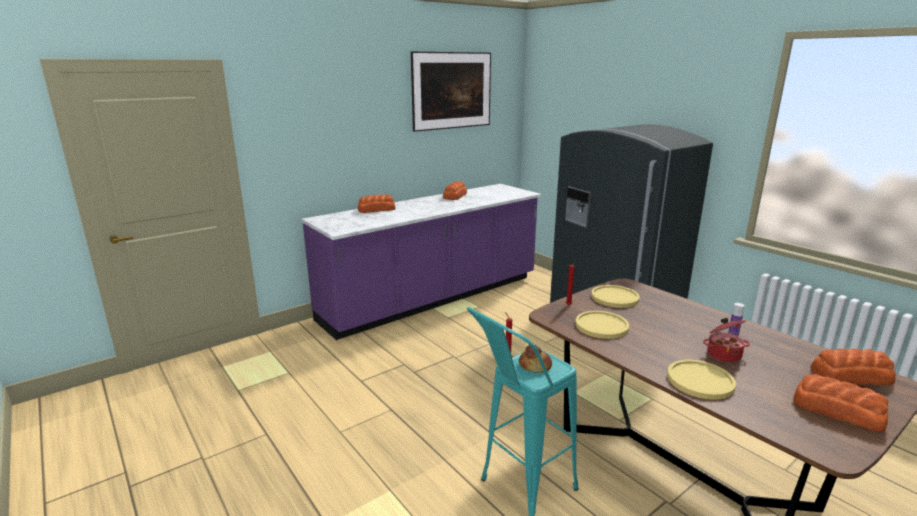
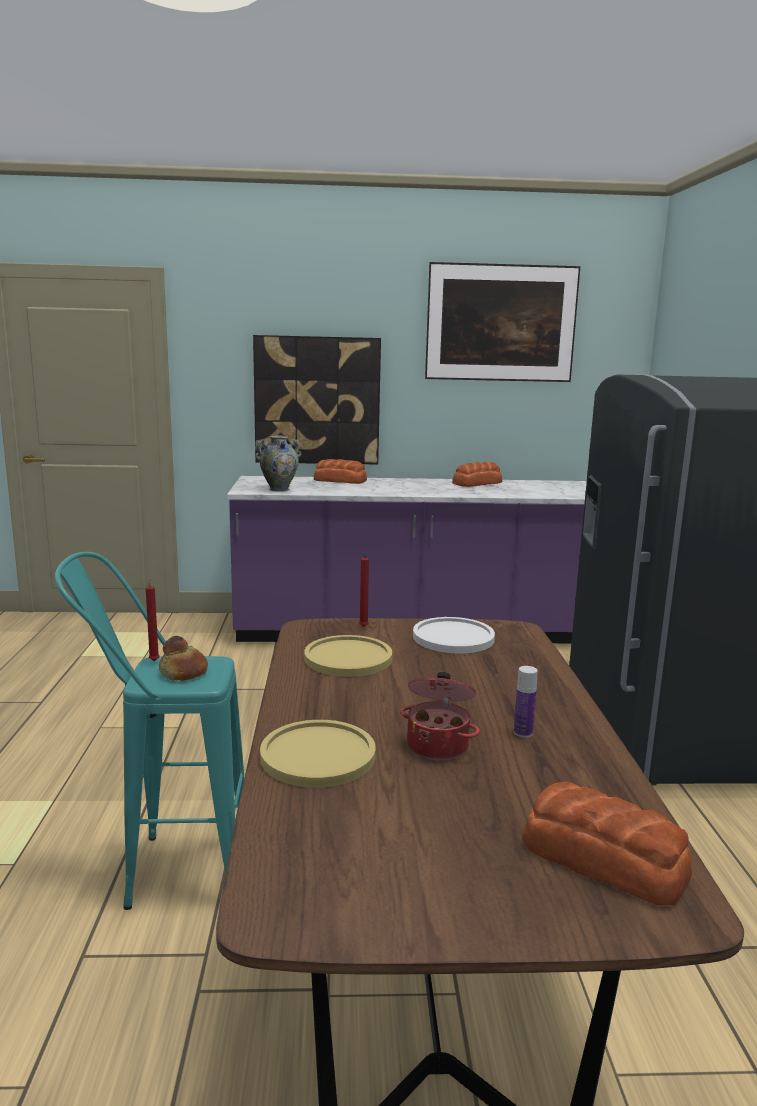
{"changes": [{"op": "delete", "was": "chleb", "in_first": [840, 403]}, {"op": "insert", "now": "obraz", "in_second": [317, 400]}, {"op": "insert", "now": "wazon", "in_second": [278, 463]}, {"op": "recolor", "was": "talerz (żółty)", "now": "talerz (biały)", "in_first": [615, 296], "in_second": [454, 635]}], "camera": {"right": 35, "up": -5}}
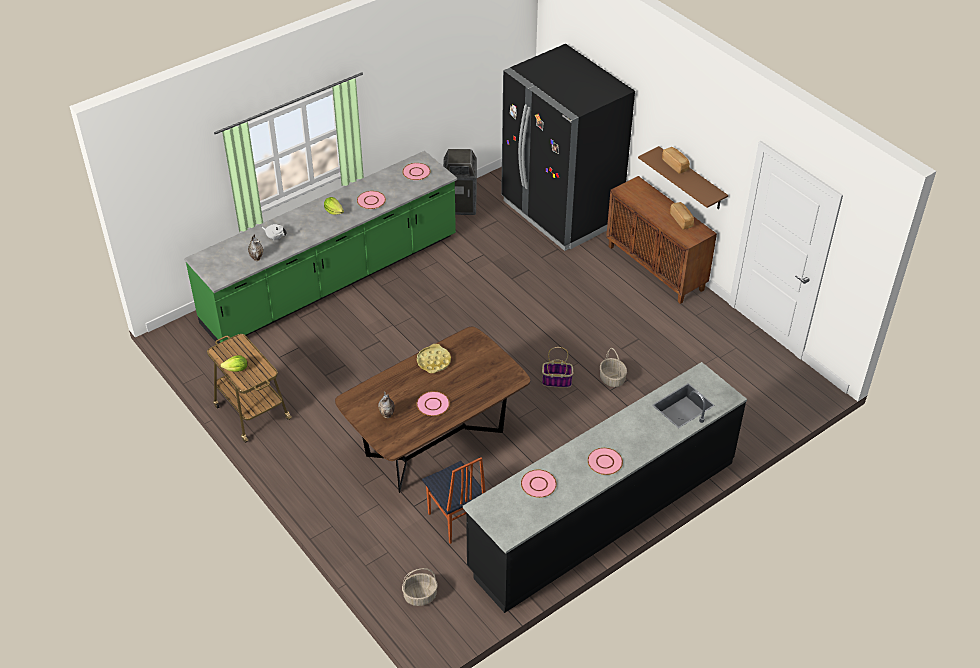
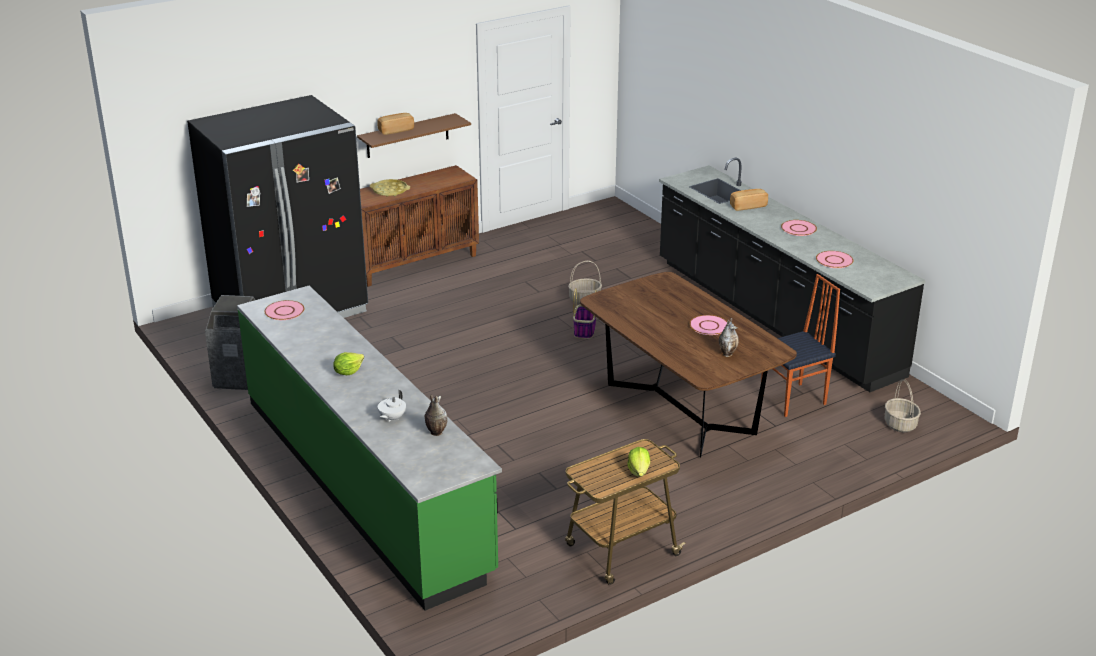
{"changes": [{"op": "delete", "was": "talerz (różowy)", "in_first": [371, 200]}, {"op": "move", "was": "taca (żółty)", "in_first": [434, 358], "in_second": [390, 187]}, {"op": "move", "was": "chleb", "in_first": [682, 216], "in_second": [749, 200]}], "camera": {"right": -85, "up": -15}}
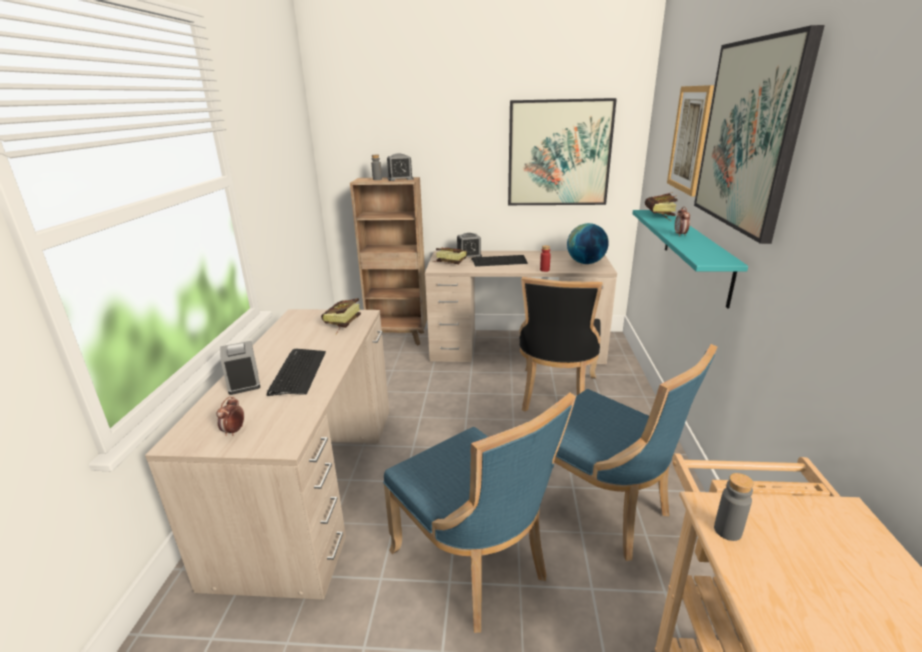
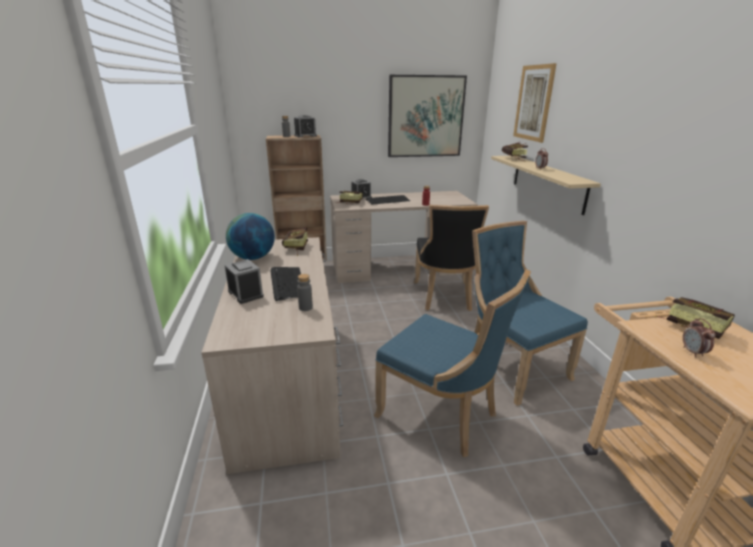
{"changes": [{"op": "delete", "was": "obraz", "in_first": [759, 134]}, {"op": "insert", "now": "książka", "in_second": [695, 318]}, {"op": "move", "was": "budzik", "in_first": [230, 416], "in_second": [699, 337]}, {"op": "move", "was": "globus", "in_first": [588, 243], "in_second": [250, 236]}, {"op": "move", "was": "butelka (szary)", "in_first": [734, 507], "in_second": [305, 292]}, {"op": "recolor", "was": "półka (turkusowy)", "now": "półka (beżowy)", "in_first": [690, 259], "in_second": [546, 185]}, {"op": "rotate", "was": "krzesło (niebieski)", "in_first": [635, 452], "in_second": [530, 313], "clockwise": -150}], "camera": {"right": -15, "up": 0}}
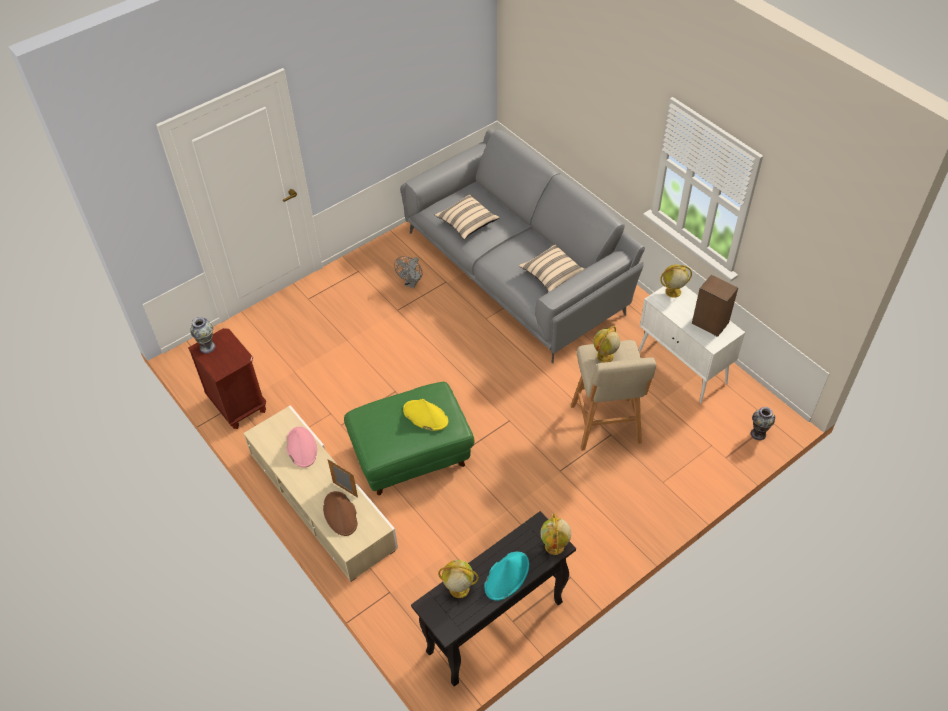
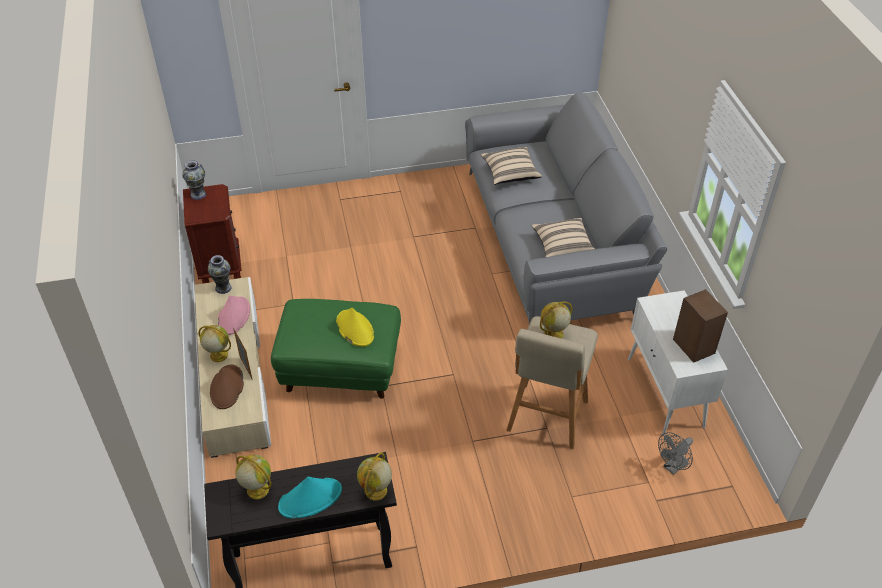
{"changes": [{"op": "move", "was": "wentylator (szary)", "in_first": [408, 272], "in_second": [675, 453]}, {"op": "move", "was": "globus", "in_first": [676, 281], "in_second": [214, 343]}, {"op": "move", "was": "wazon", "in_first": [763, 423], "in_second": [220, 274]}], "camera": {"right": 25, "up": -5}}
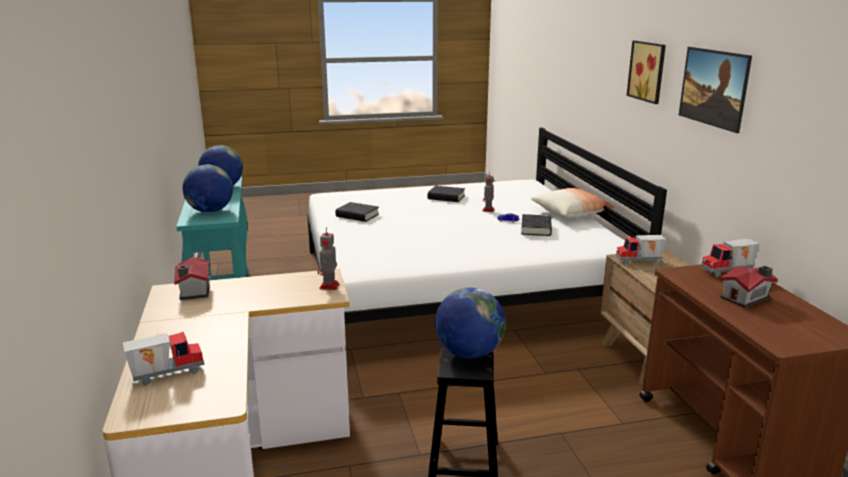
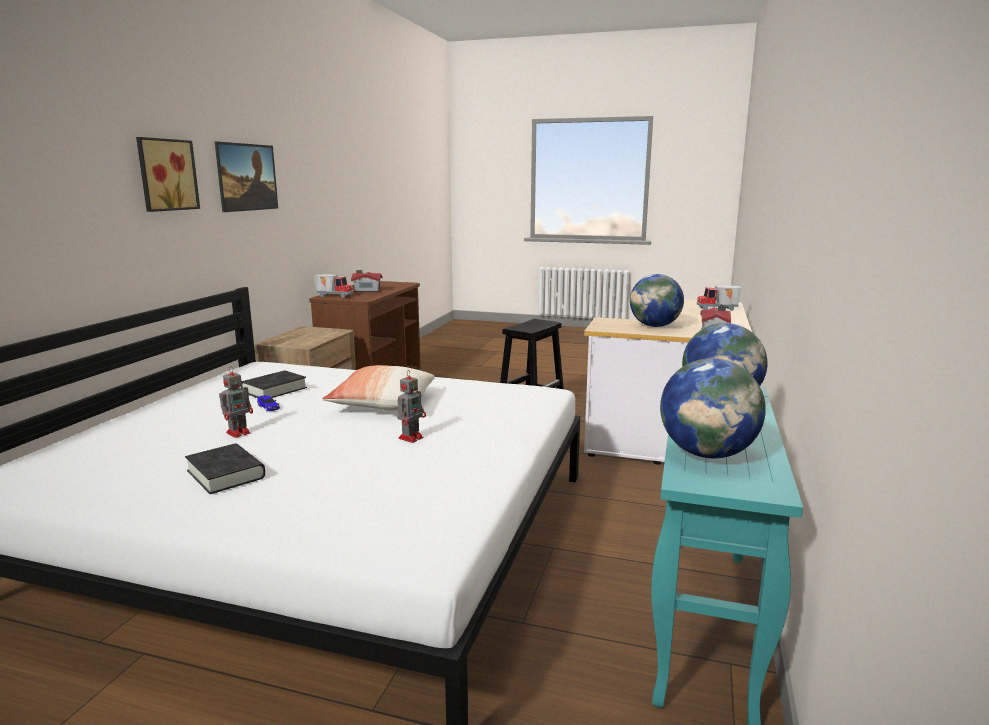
{"changes": [{"op": "delete", "was": "książka (czarny)", "in_first": [357, 212]}, {"op": "delete", "was": "ciężarówka zabawkowa", "in_first": [641, 249]}, {"op": "move", "was": "robot zabawkowy", "in_first": [328, 258], "in_second": [411, 407]}, {"op": "move", "was": "globus", "in_first": [470, 323], "in_second": [657, 300]}, {"op": "move", "was": "poduszka", "in_first": [573, 203], "in_second": [378, 387]}], "camera": {"right": -150, "up": -5}}
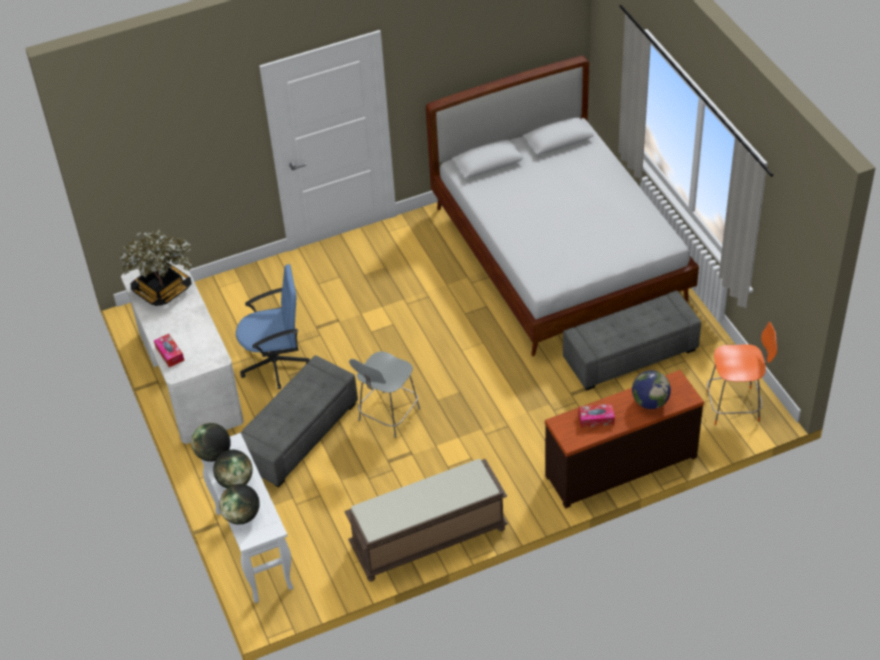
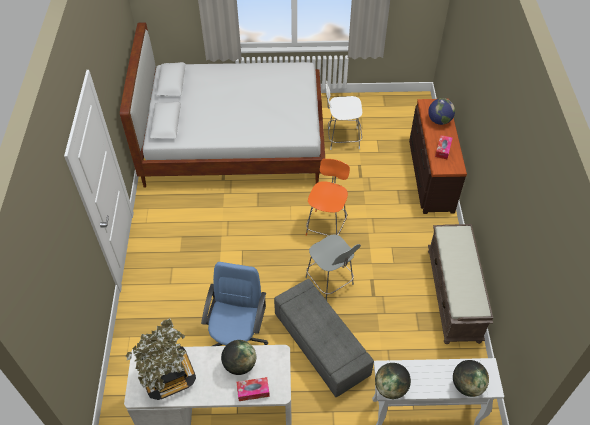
{"changes": [{"op": "move", "was": "globus", "in_first": [233, 469], "in_second": [238, 357]}, {"op": "move", "was": "krzesło (pomarańczowy)", "in_first": [742, 373], "in_second": [328, 197]}, {"op": "replace", "was": "pufa (szary)", "now": "krzesło (biały)", "in_first": [632, 340], "in_second": [344, 115]}], "camera": {"right": -70, "up": 5}}
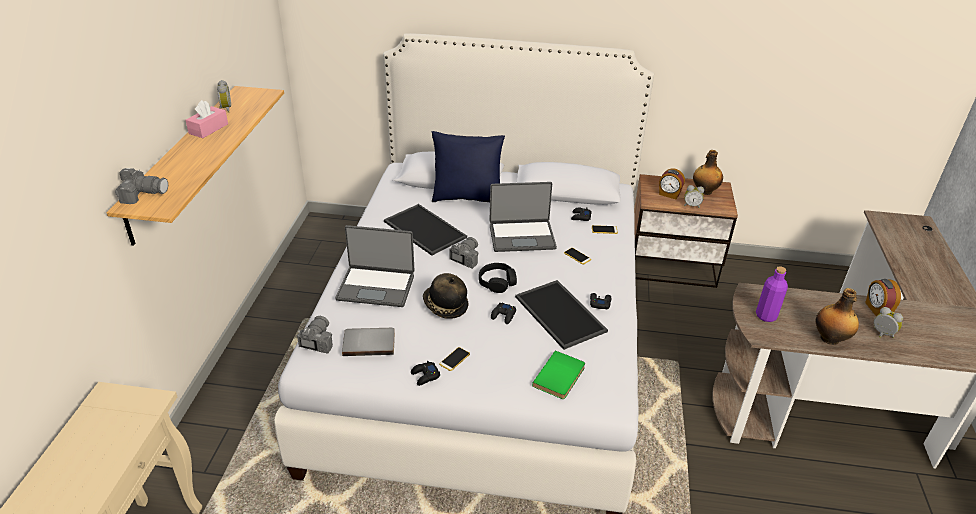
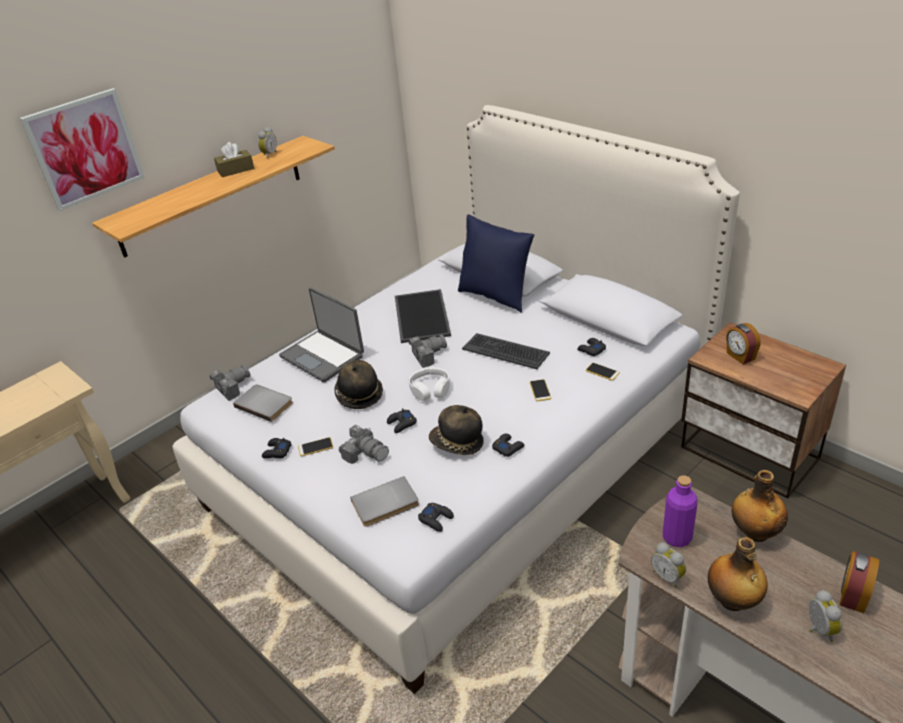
{"changes": [{"op": "insert", "now": "obraz", "in_second": [82, 149]}, {"op": "insert", "now": "pad do gier (czarny)", "in_second": [436, 517]}, {"op": "move", "was": "aparat fotograficzny", "in_first": [141, 186], "in_second": [364, 444]}, {"op": "move", "was": "budzik", "in_first": [694, 197], "in_second": [668, 565]}, {"op": "move", "was": "butelka", "in_first": [708, 172], "in_second": [760, 506]}, {"op": "replace", "was": "laptop", "now": "klawiatura", "in_first": [523, 217], "in_second": [506, 351]}, {"op": "replace", "was": "taca", "now": "kapelusz", "in_first": [561, 315], "in_second": [456, 430]}, {"op": "recolor", "was": "pudełko chusteczek (różowy)", "now": "pudełko chusteczek (brązowy)", "in_first": [206, 119], "in_second": [234, 159]}, {"op": "recolor", "was": "słuchawki (czarny)", "now": "słuchawki (biały)", "in_first": [498, 278], "in_second": [429, 384]}, {"op": "recolor", "was": "książka (zielony)", "now": "książka (szary)", "in_first": [558, 375], "in_second": [384, 501]}], "camera": {"right": 40, "up": 0}}
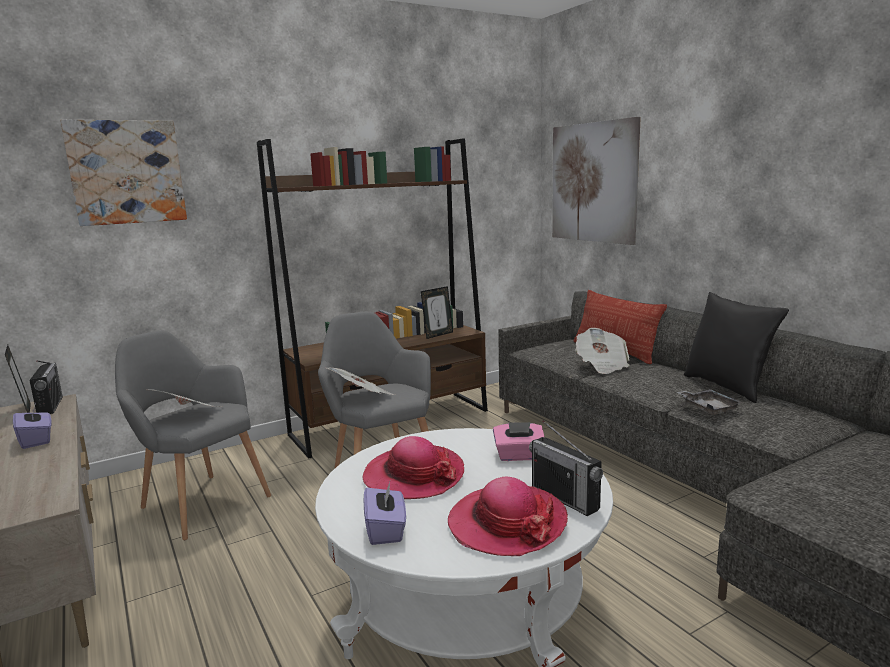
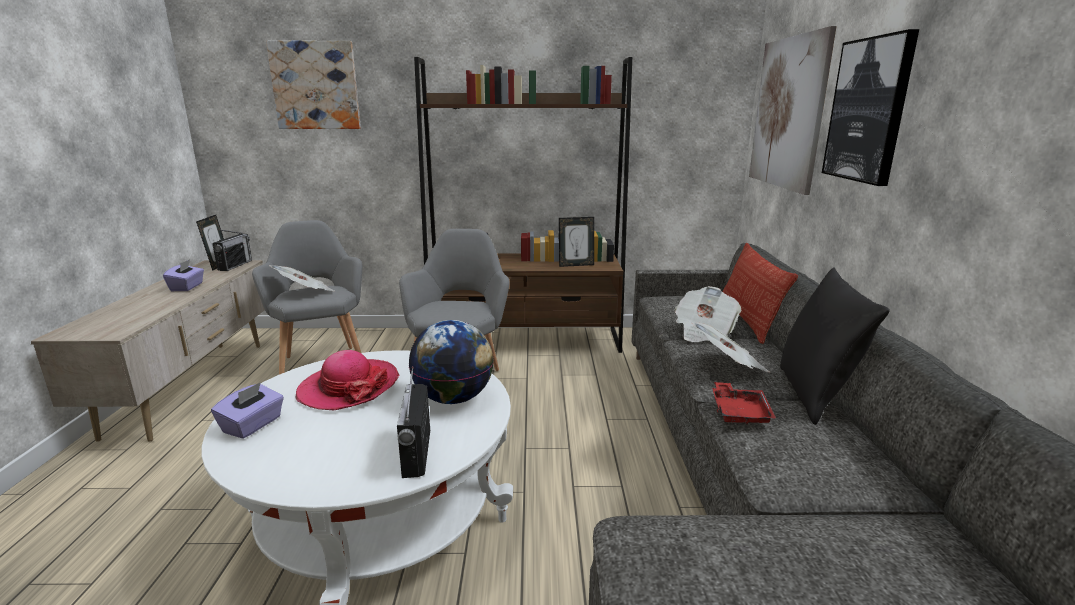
{"changes": [{"op": "delete", "was": "kapelusz", "in_first": [508, 516]}, {"op": "insert", "now": "obraz", "in_second": [870, 107]}, {"op": "move", "was": "gazeta", "in_first": [361, 381], "in_second": [731, 347]}, {"op": "replace", "was": "pudełko chusteczek (różowy)", "now": "globus", "in_first": [518, 441], "in_second": [451, 362]}, {"op": "recolor", "was": "taca (szary)", "now": "taca (czerwony)", "in_first": [709, 402], "in_second": [744, 403]}], "camera": {"right": 30, "up": 5}}
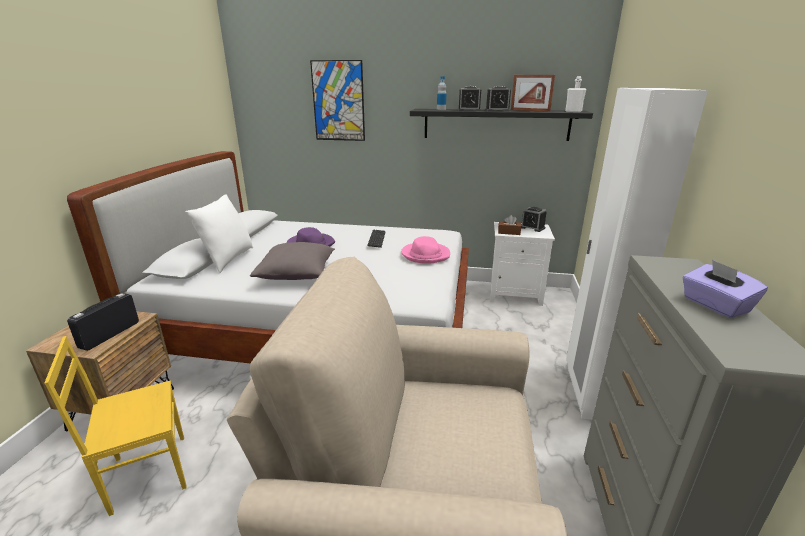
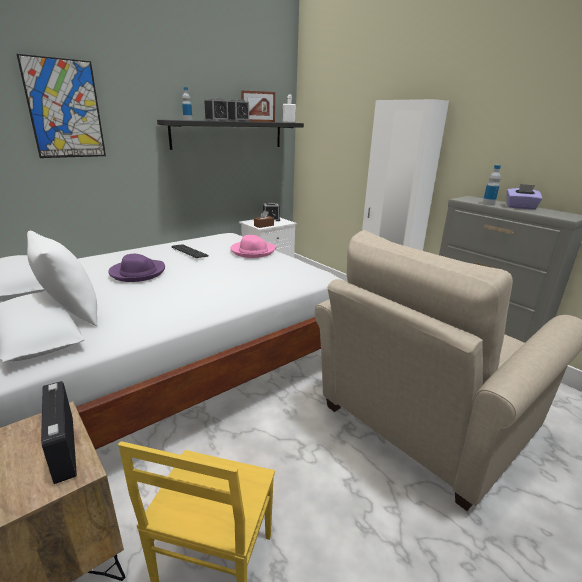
{"changes": [{"op": "delete", "was": "poduszka (szary)", "in_first": [292, 261]}, {"op": "insert", "now": "butelka", "in_second": [491, 185]}], "camera": {"right": -50, "up": 0}}
